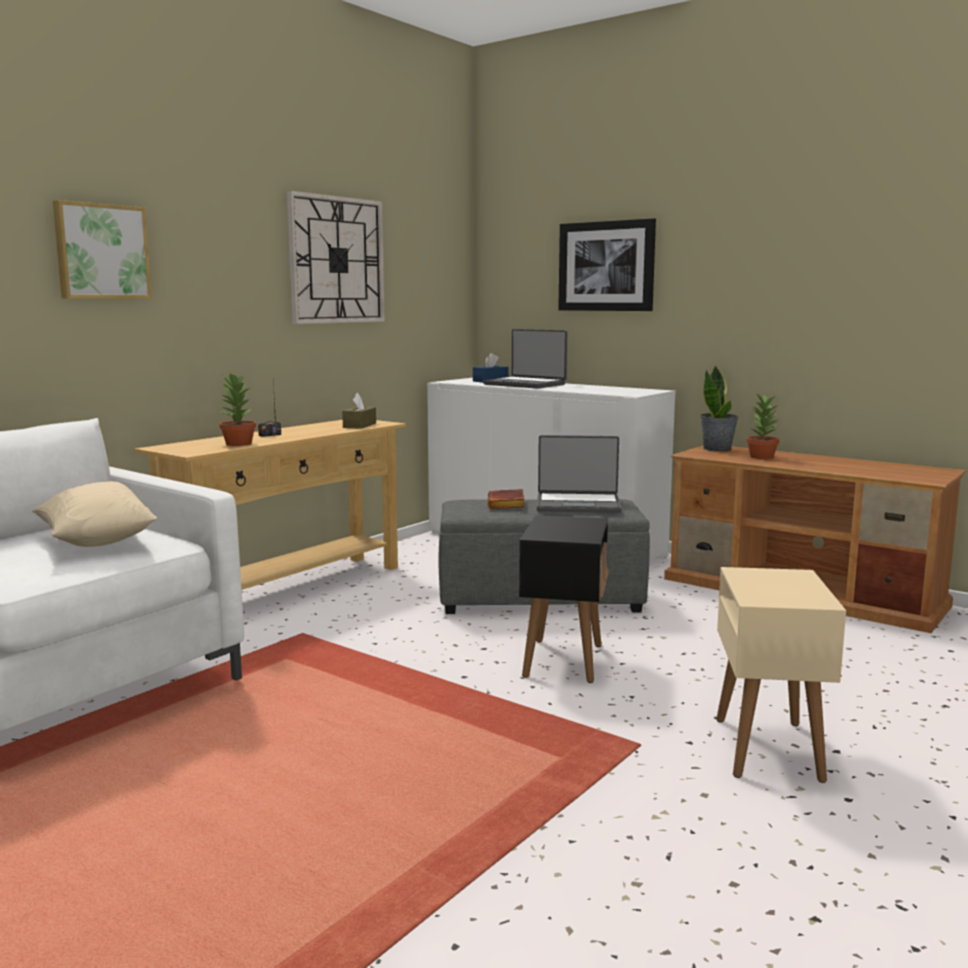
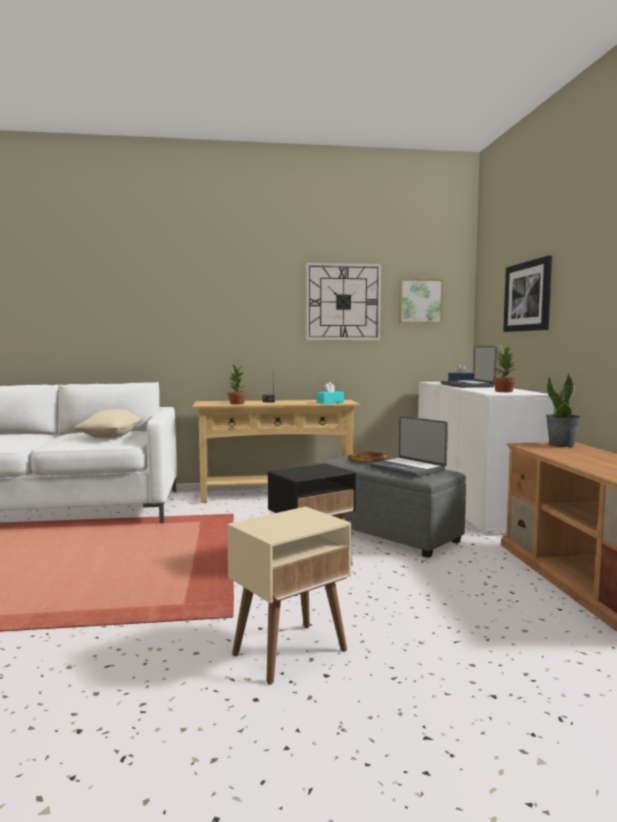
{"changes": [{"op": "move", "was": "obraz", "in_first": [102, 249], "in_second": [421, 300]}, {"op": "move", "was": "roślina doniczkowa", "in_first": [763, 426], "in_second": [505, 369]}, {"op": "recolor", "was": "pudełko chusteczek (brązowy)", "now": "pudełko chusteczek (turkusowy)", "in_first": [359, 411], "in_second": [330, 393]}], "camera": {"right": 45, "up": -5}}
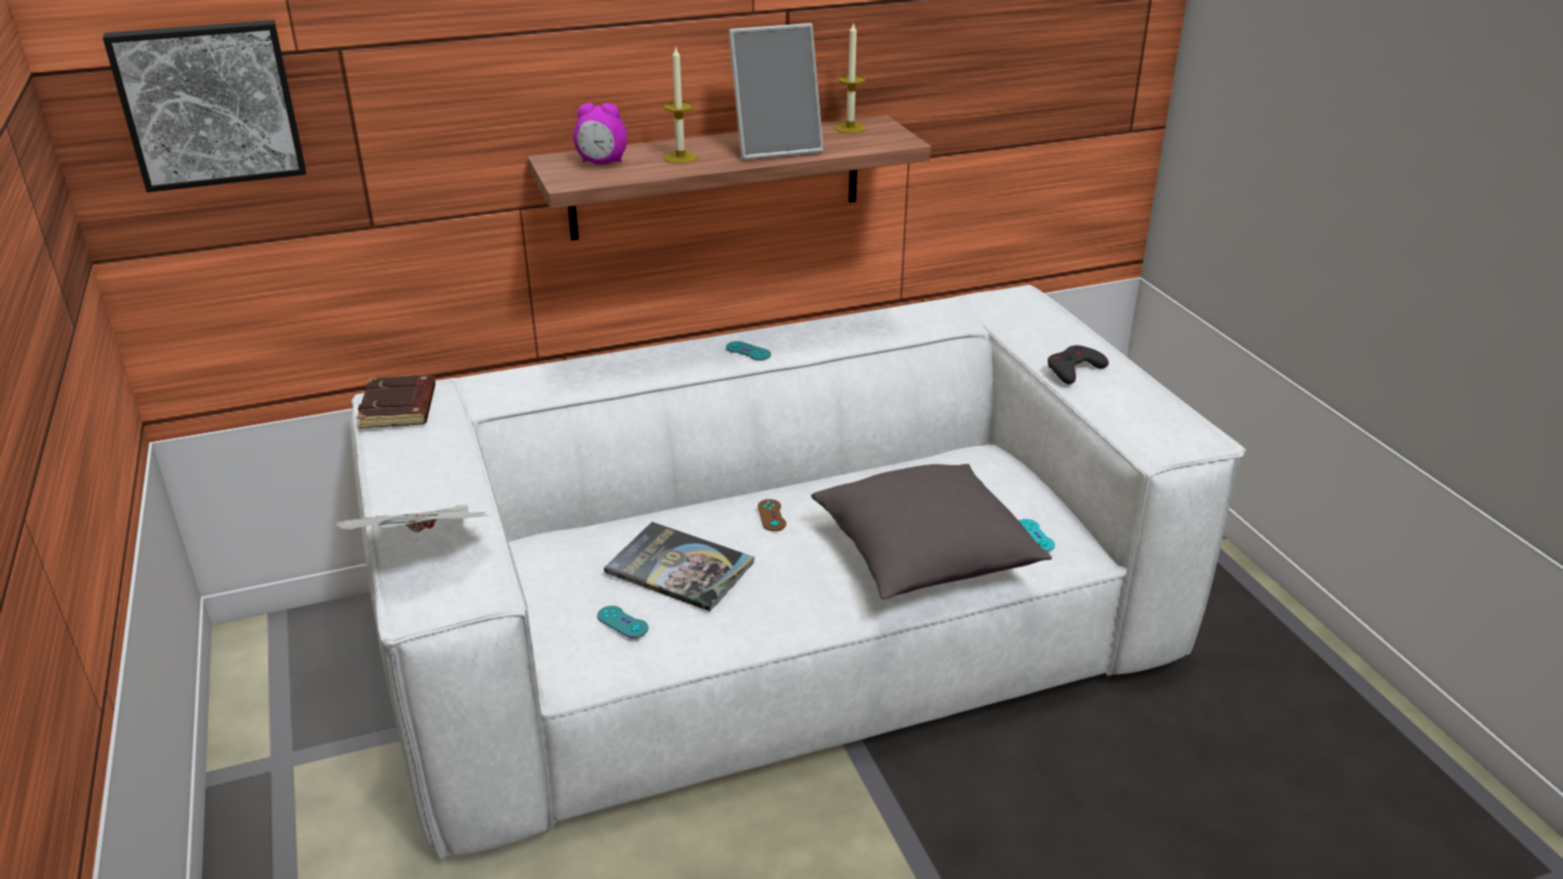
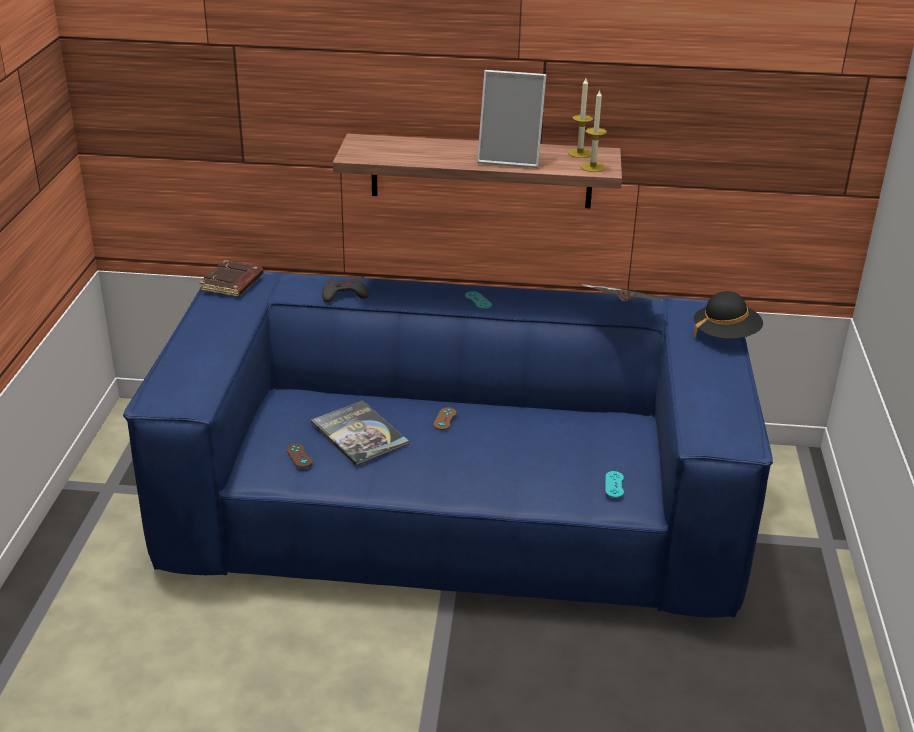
{"changes": [{"op": "delete", "was": "obraz", "in_first": [204, 106]}, {"op": "delete", "was": "budzik", "in_first": [600, 134]}, {"op": "delete", "was": "poduszka (szary)", "in_first": [931, 531]}, {"op": "insert", "now": "kapelusz (czarny)", "in_second": [728, 315]}, {"op": "move", "was": "gazeta", "in_first": [413, 518], "in_second": [623, 293]}, {"op": "move", "was": "świeca", "in_first": [681, 106], "in_second": [594, 131]}, {"op": "move", "was": "pad do gier (szary)", "in_first": [1078, 364], "in_second": [345, 290]}, {"op": "recolor", "was": "kanapa (biały)", "now": "kanapa (niebieski)", "in_first": [798, 572], "in_second": [448, 444]}, {"op": "recolor", "was": "pad do gier (turkusowy)", "now": "pad do gier (brązowy)", "in_first": [622, 622], "in_second": [300, 456]}], "camera": {"right": 25, "up": 0}}
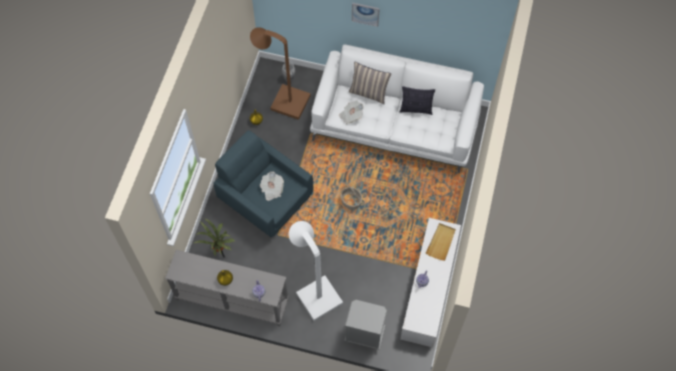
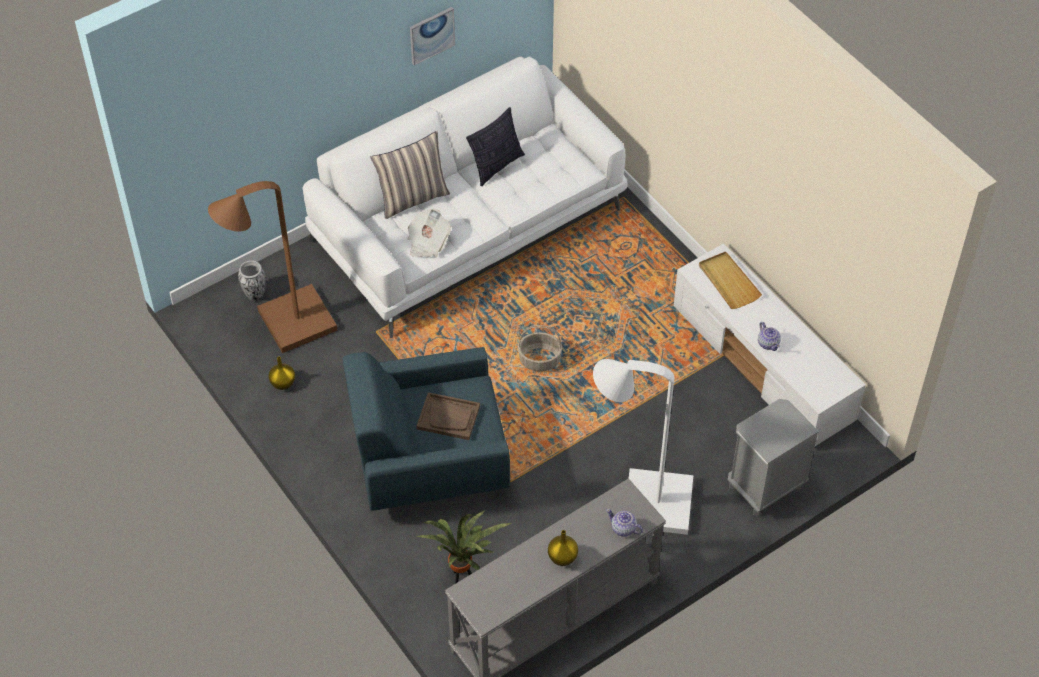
{"changes": [{"op": "move", "was": "obraz", "in_first": [366, 15], "in_second": [432, 36]}, {"op": "replace", "was": "gazeta", "now": "taca (brązowy)", "in_first": [272, 186], "in_second": [448, 416]}], "camera": {"right": -50, "up": -10}}
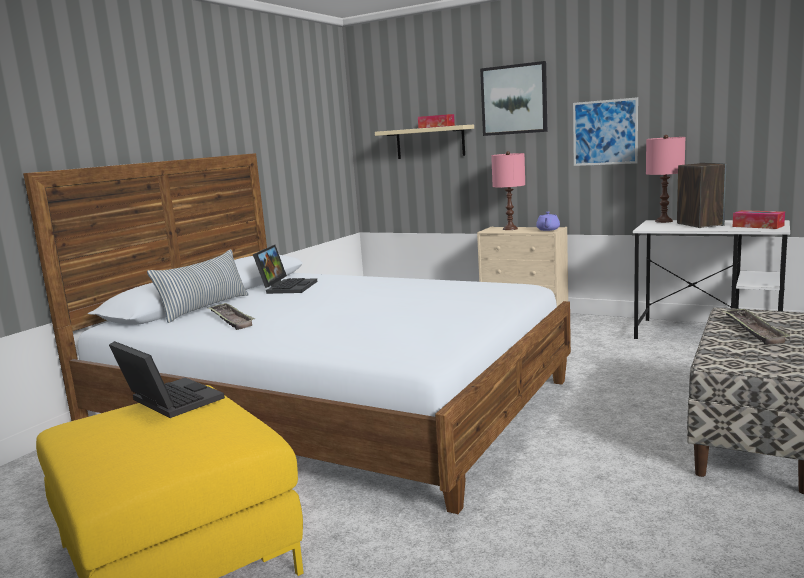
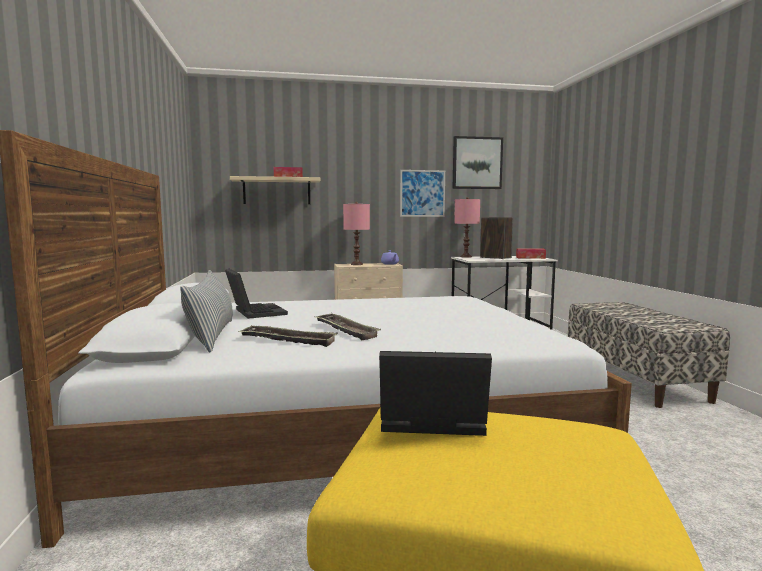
{"changes": [{"op": "move", "was": "obraz", "in_first": [513, 98], "in_second": [478, 162]}, {"op": "move", "was": "taca", "in_first": [756, 327], "in_second": [348, 326]}], "camera": {"right": -40, "up": -5}}
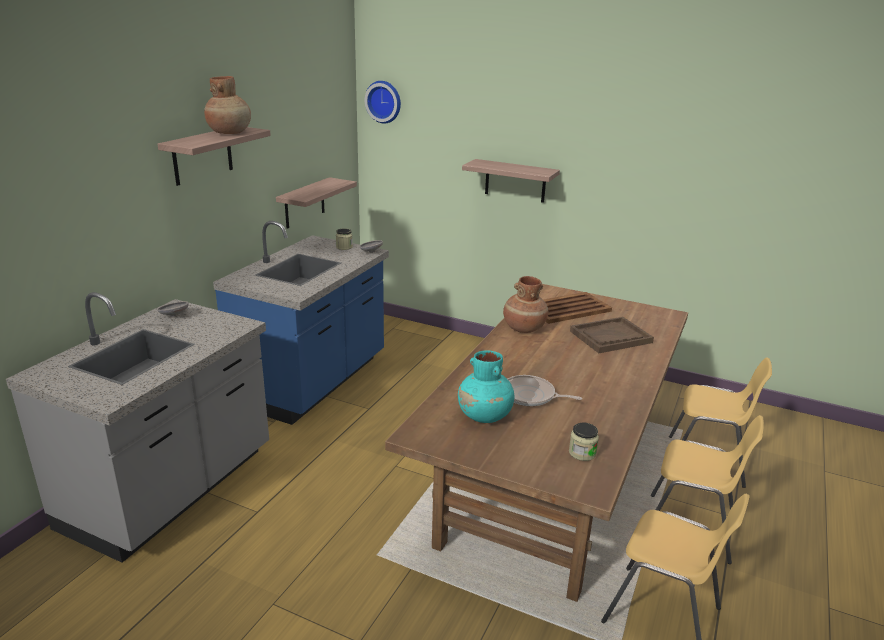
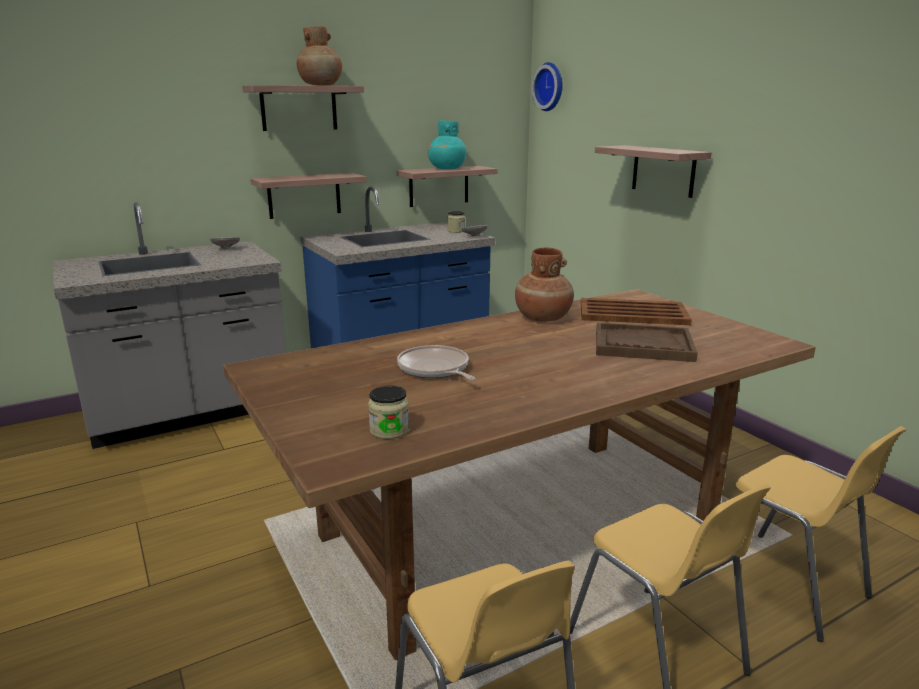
{"changes": [{"op": "insert", "now": "półka", "in_second": [308, 196]}, {"op": "move", "was": "wazon (turkusowy)", "in_first": [486, 386], "in_second": [447, 144]}], "camera": {"right": 35, "up": -5}}
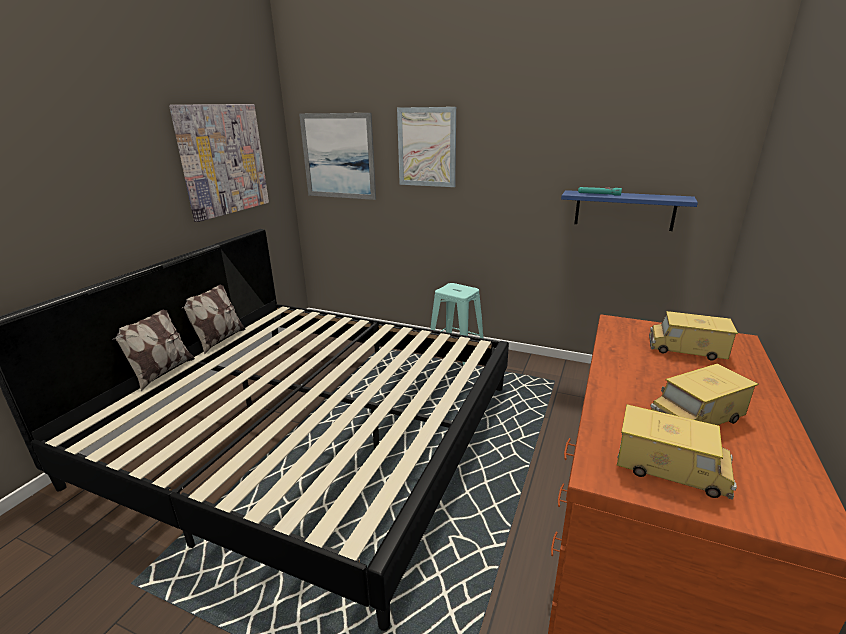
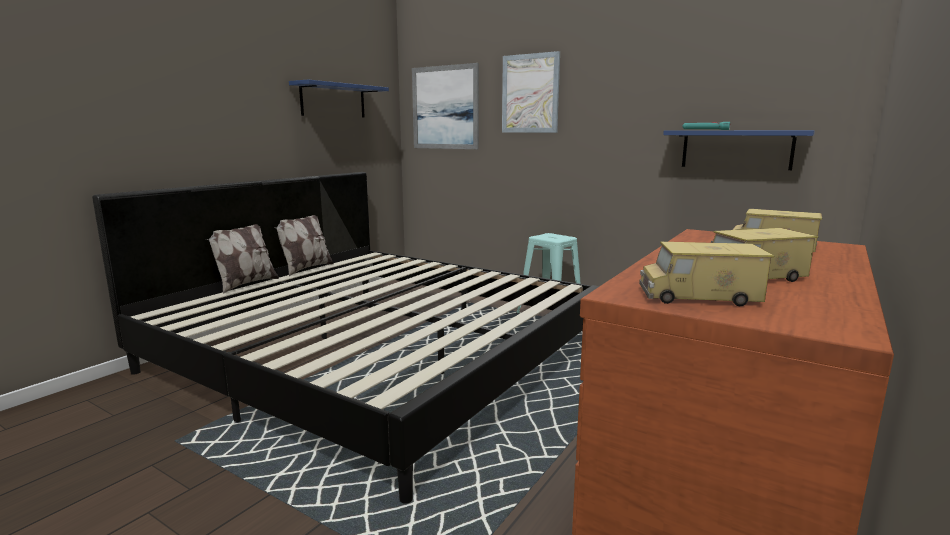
{"changes": [{"op": "replace", "was": "obraz", "now": "półka (niebieski)", "in_first": [219, 163], "in_second": [339, 98]}, {"op": "rotate", "was": "ciężarówka zabawkowa", "in_first": [677, 452], "in_second": [706, 274], "clockwise": 150}], "camera": {"right": 10, "up": -10}}
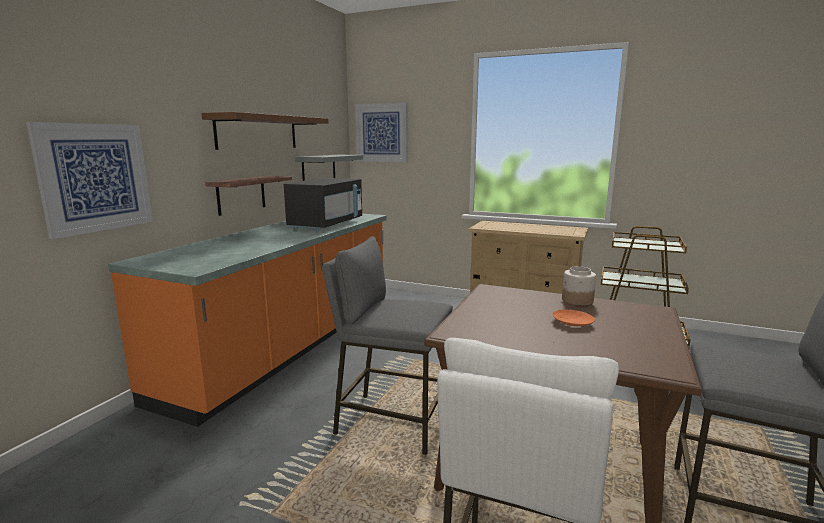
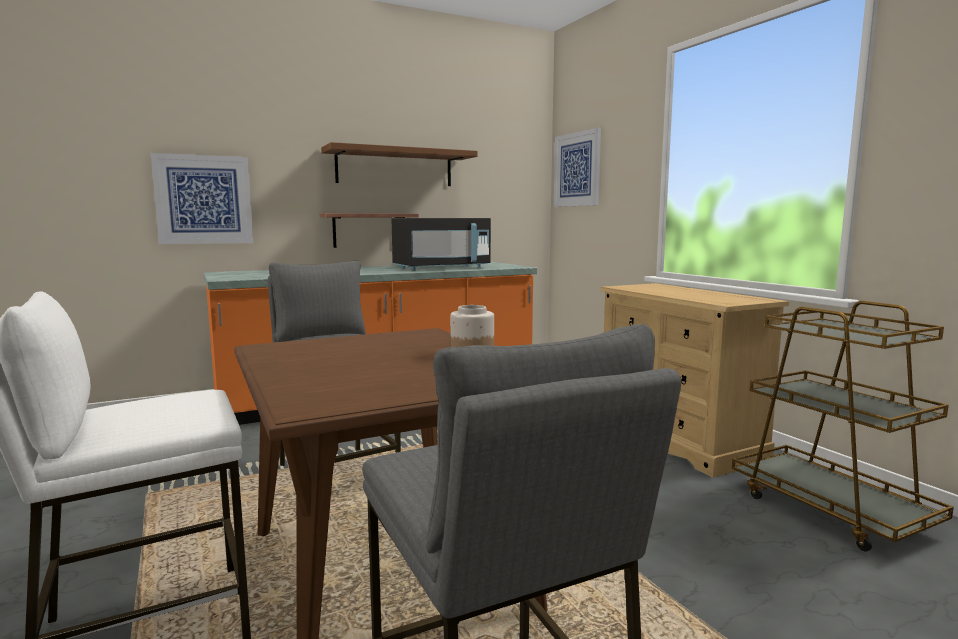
{"changes": [{"op": "delete", "was": "półka (szary)", "in_first": [329, 168]}, {"op": "delete", "was": "talerz (pomarańczowy)", "in_first": [573, 318]}], "camera": {"right": 40, "up": -5}}
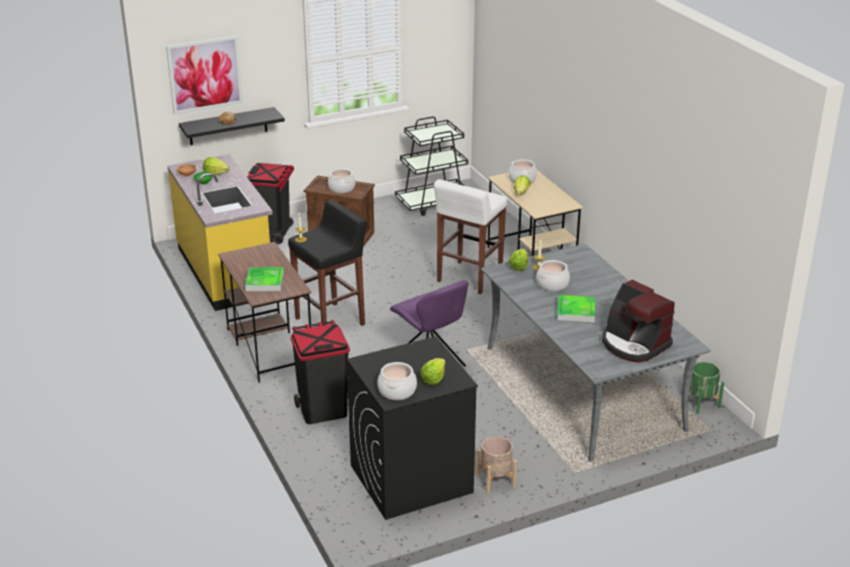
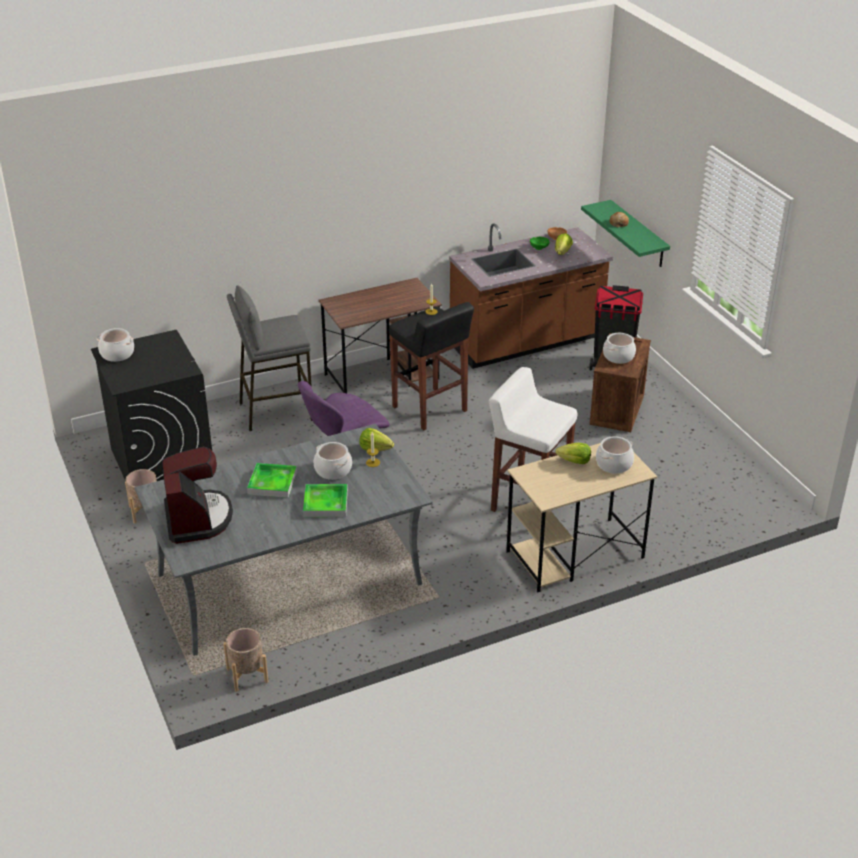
{"changes": [{"op": "delete", "was": "obraz", "in_first": [204, 75]}, {"op": "delete", "was": "wózek (czarny)", "in_first": [431, 166]}, {"op": "delete", "was": "sałata", "in_first": [433, 371]}, {"op": "move", "was": "taca", "in_first": [264, 279], "in_second": [325, 500]}, {"op": "replace", "was": "kosz na śmieci (czarny)", "now": "stołek (szary)", "in_first": [320, 372], "in_second": [269, 358]}, {"op": "recolor", "was": "zabudowa kuchenna (żółty)", "now": "zabudowa kuchenna (brązowy)", "in_first": [220, 232], "in_second": [531, 296]}, {"op": "recolor", "was": "półka (czarny)", "now": "półka (zielony)", "in_first": [232, 126], "in_second": [625, 233]}, {"op": "recolor", "was": "donica (zielony)", "now": "donica (beżowy)", "in_first": [706, 388], "in_second": [245, 660]}, {"op": "rotate", "was": "ekspres do kawy", "in_first": [638, 321], "in_second": [197, 495], "clockwise": 120}], "camera": {"right": 90, "up": 5}}
